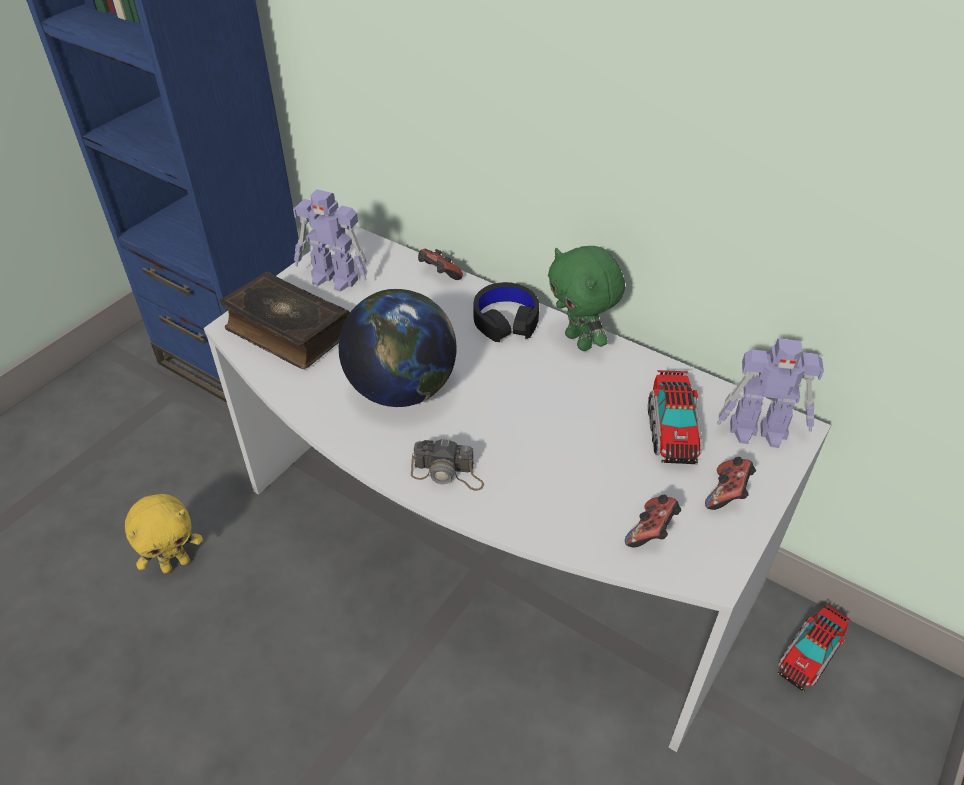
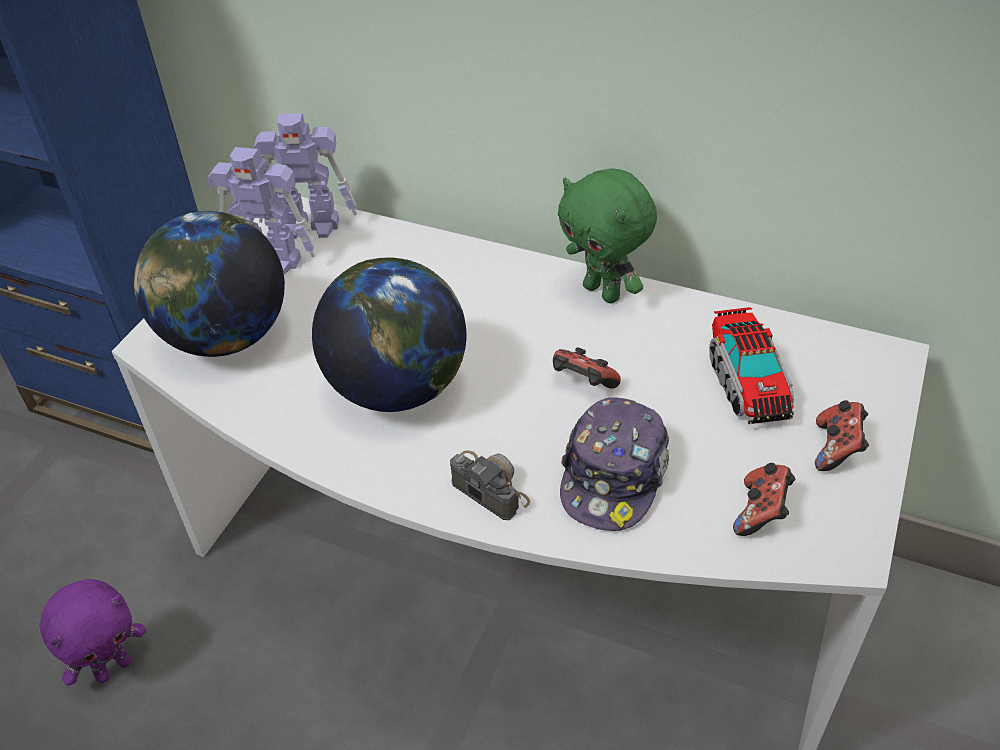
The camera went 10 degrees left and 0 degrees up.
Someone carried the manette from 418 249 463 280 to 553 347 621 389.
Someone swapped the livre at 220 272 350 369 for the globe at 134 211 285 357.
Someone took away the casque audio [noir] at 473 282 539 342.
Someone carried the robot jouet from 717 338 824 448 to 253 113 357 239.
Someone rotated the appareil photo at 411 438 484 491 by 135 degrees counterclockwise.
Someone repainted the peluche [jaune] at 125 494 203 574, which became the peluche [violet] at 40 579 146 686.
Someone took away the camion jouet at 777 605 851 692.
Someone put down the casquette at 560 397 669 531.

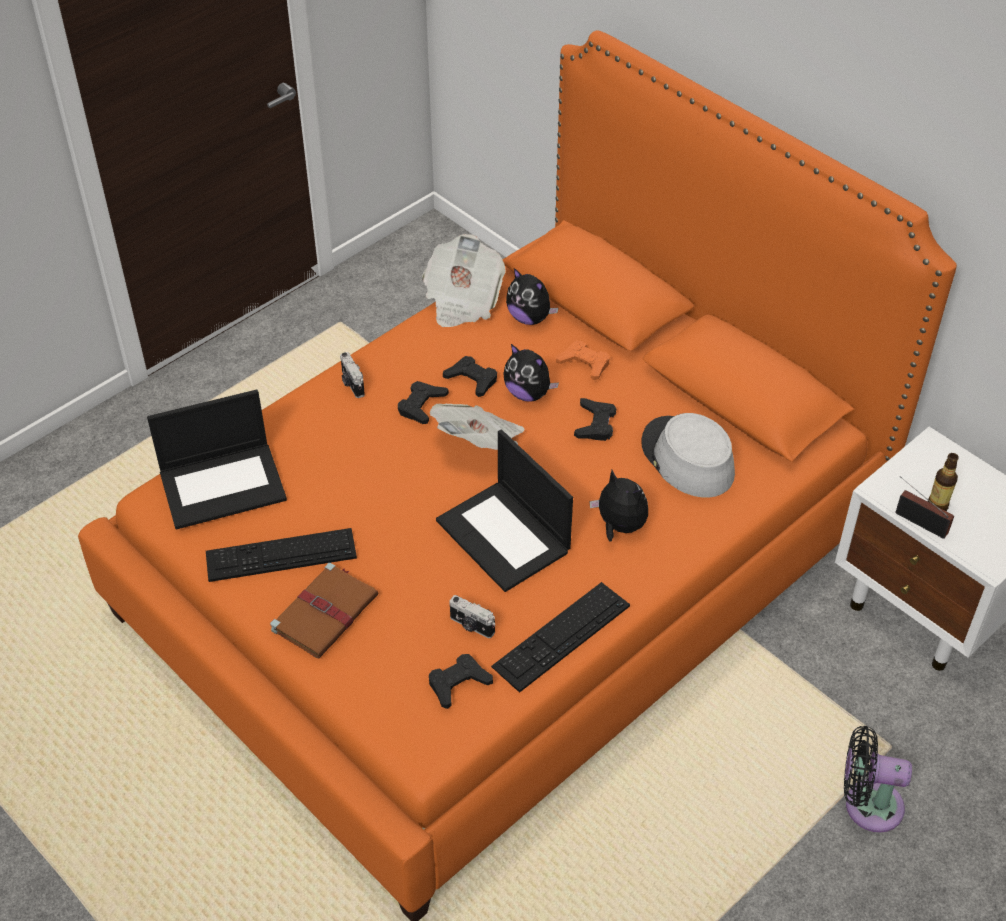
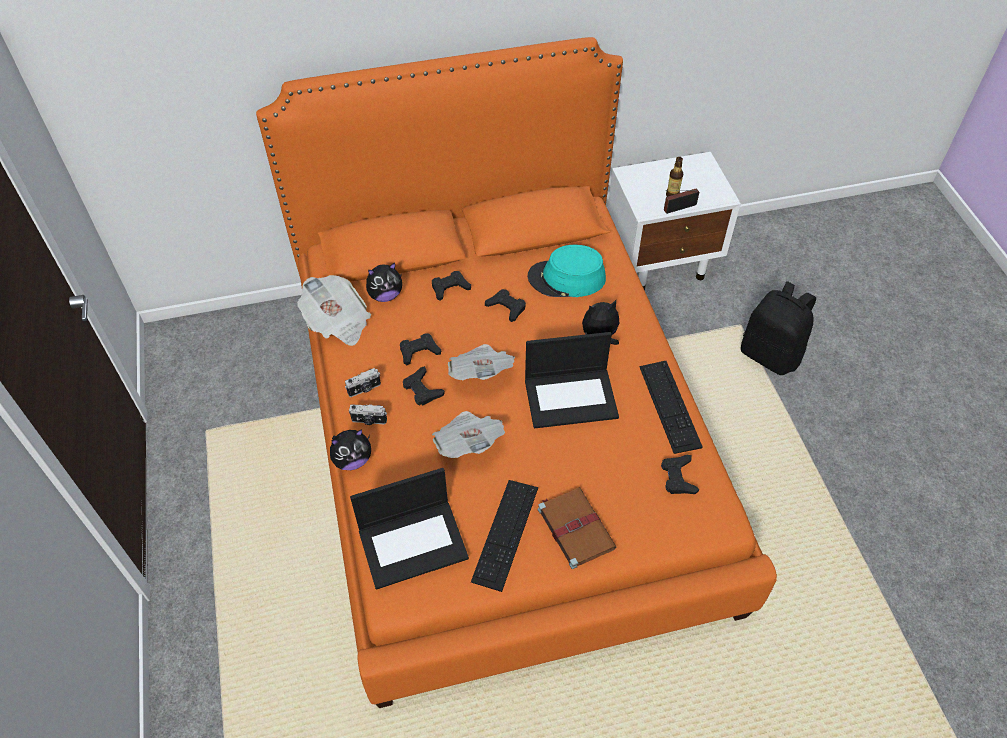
The camera went 60 degrees left and 5 degrees up.
Someone repainted the manette [orange] at 556 341 610 380, which became the manette [noir] at 432 271 471 300.
Someone carried the peluche from 503 344 559 402 to 330 429 371 470.
Someone rotated the ordinateur portable at 147 390 287 529 by 60 degrees clockwise.
Someone repainted the chapeau [gris] at 641 413 735 498, which became the chapeau [turquoise] at 528 244 606 297.
Someone carried the appareil photo from 449 595 495 638 to 345 368 381 397.
Someone swapped the ventilateur [noir] at 844 726 912 833 for the sac à dos [noir] at 741 281 816 375.
Someone put down the journal at 432 411 505 458.

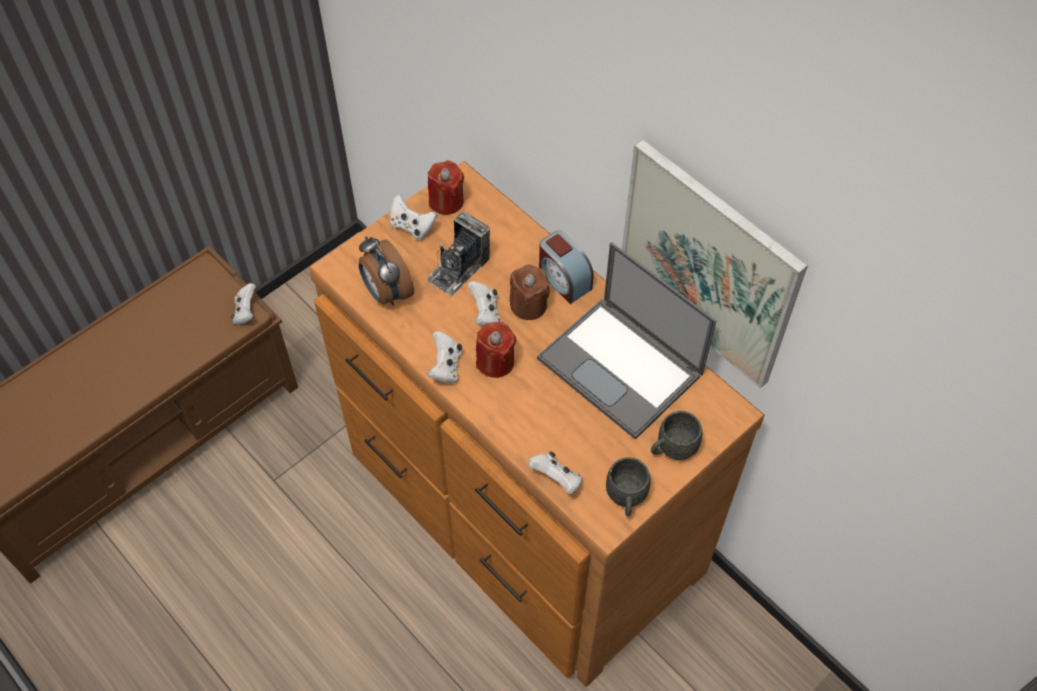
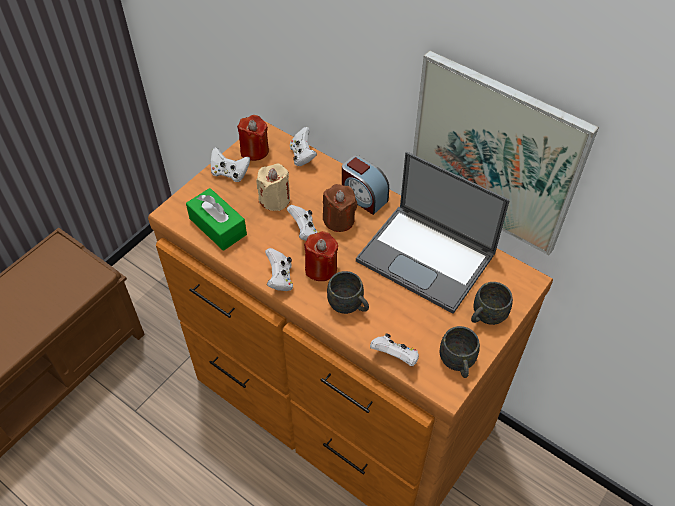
The camera went 10 degrees left and 5 degrees down.
Someone swapped the appareil photo at 426 212 490 296 for the bougie [beige] at 256 163 290 211.
Someone swapped the réveil at 359 236 414 306 for the boîte à mouchoirs [vert] at 186 188 247 251.
Someone carried the manette [blanc] from 231 283 256 325 to 290 127 317 166.
Someone put down the mug [gris] at 327 271 369 314.

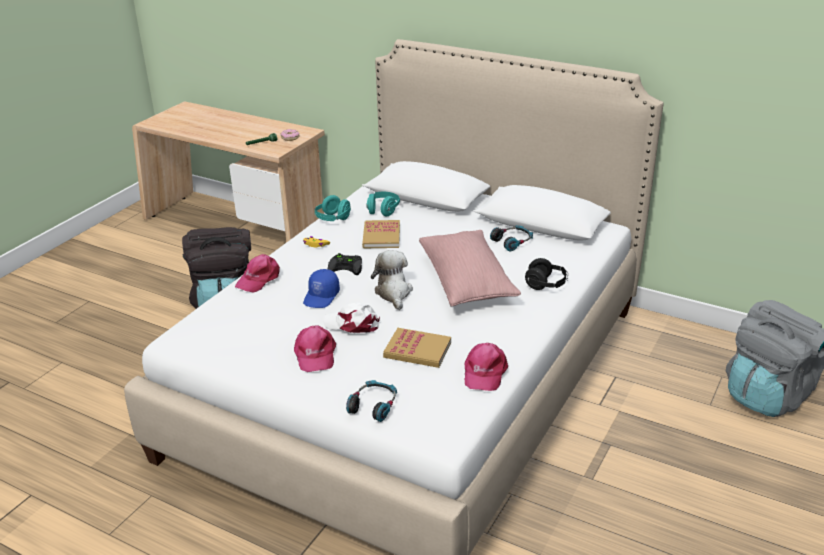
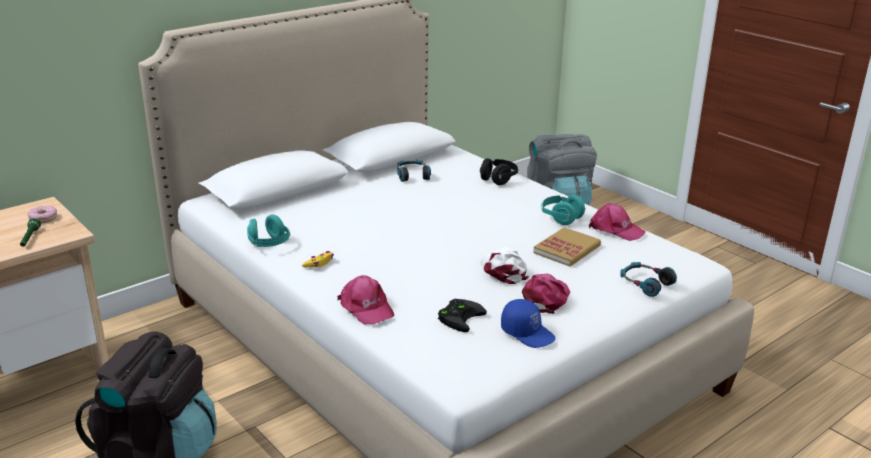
The camera went 70 degrees left and 5 degrees down.
Someone carried the casque audio [turquoise] from 367 192 400 216 to 541 195 586 225.
Someone took away the livre at 362 220 400 248.
Someone took away the coussin [rose] at 419 230 521 306.
Someone took away the peluche at 371 250 413 310.
Someone carried the manette [noir] from 328 253 362 275 to 438 299 487 332.
Someone carried the casquette [bleu] from 303 269 340 308 to 501 299 555 348.
Someone rotated the casquette [blanc] at 323 302 380 333 by 120 degrees clockwise.
Someone rotated the casquette [rose] at 294 326 336 372 by 75 degrees counterclockwise.

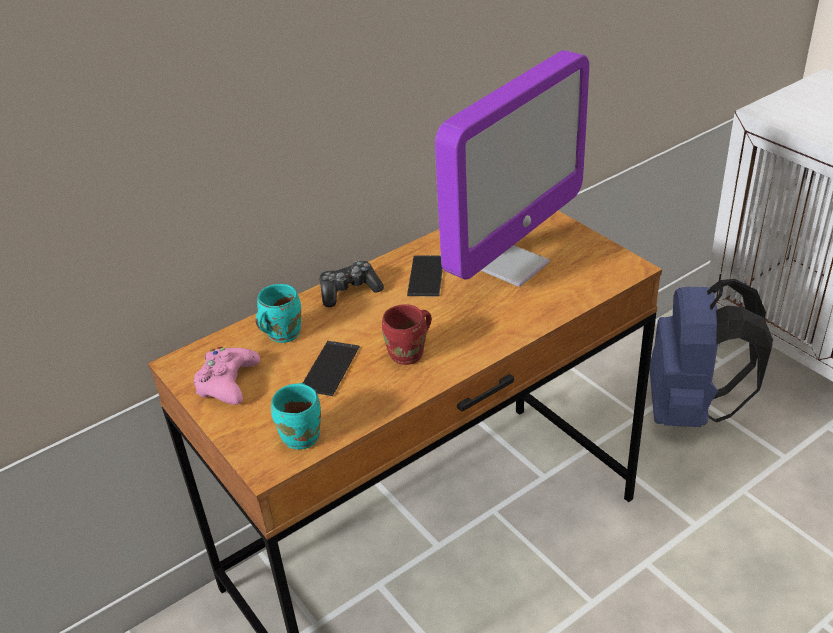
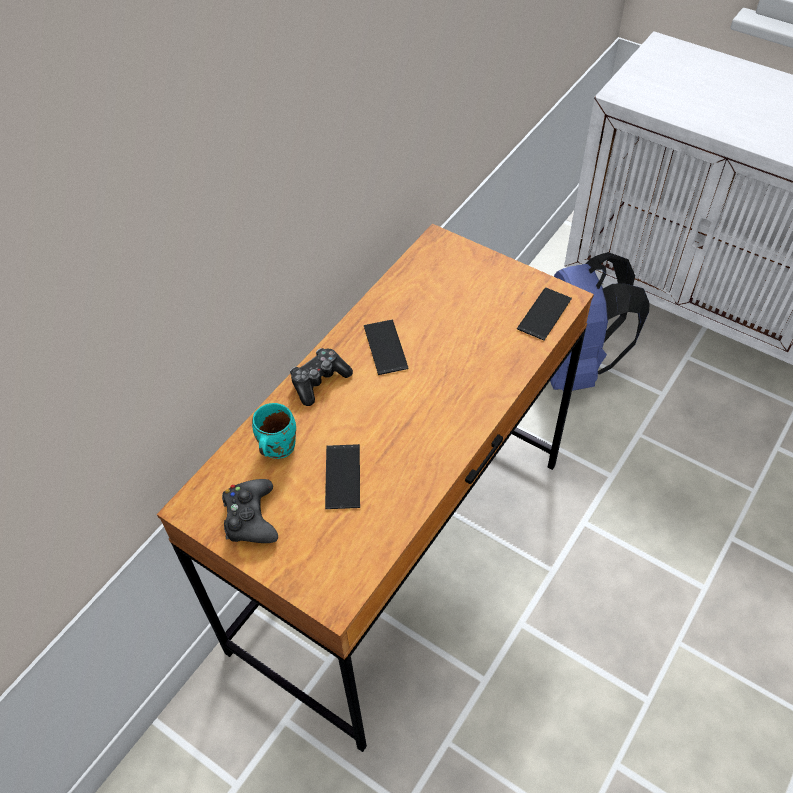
The camera went 20 degrees left and 15 degrees up.
Someone took away the écran d'ordinateur at 435 50 589 287.
Someone took away the mug [rouge] at 382 304 432 365.
Someone repainted the manette [rose] at 194 347 260 405, which became the manette [noir] at 222 479 278 543.
Someone took away the mug [turquoise] at 271 383 321 449.
Someone put down the téléphone at 517 287 572 341.

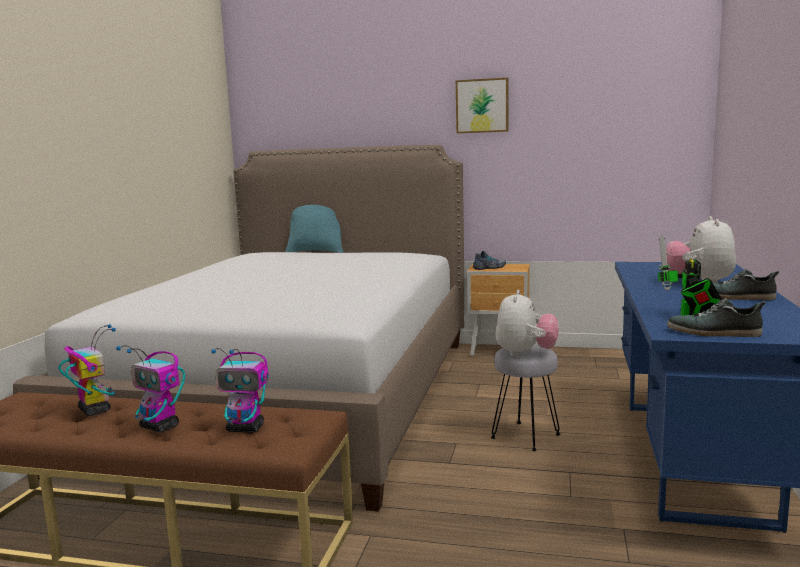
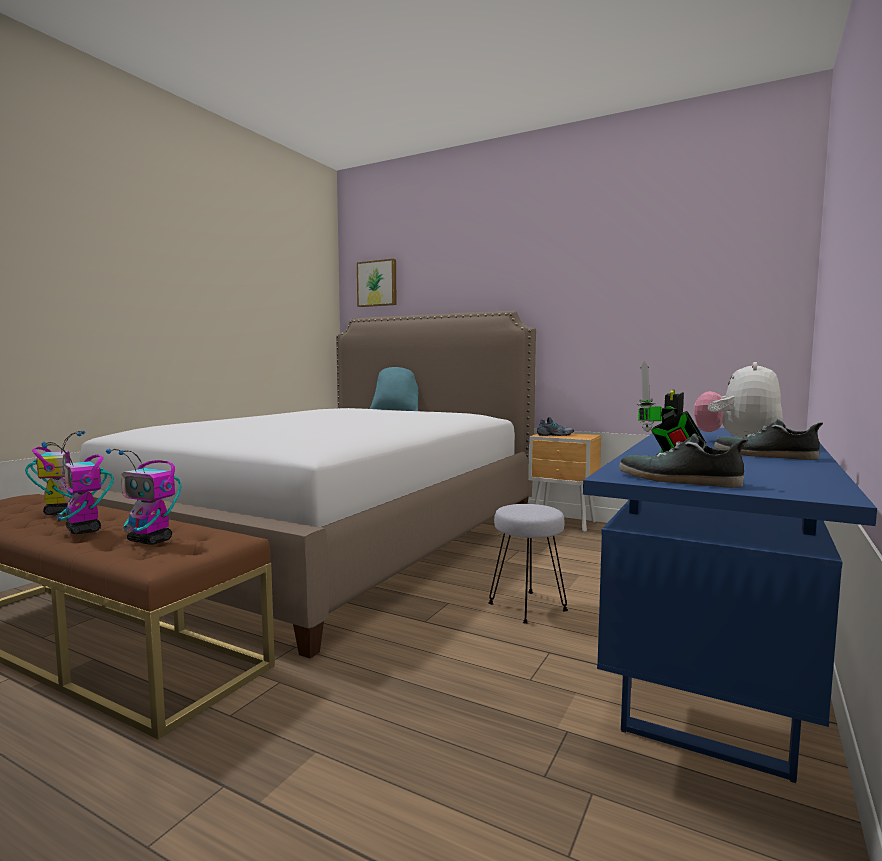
The camera went 15 degrees right and 5 degrees down.
Someone carried the tableau from 456 77 508 133 to 357 259 397 307.
Someone took away the peluche at 496 290 559 357.

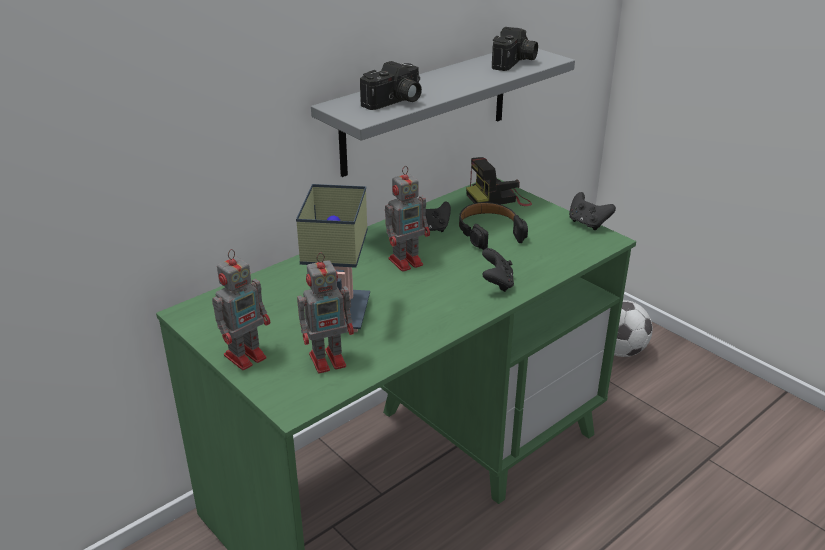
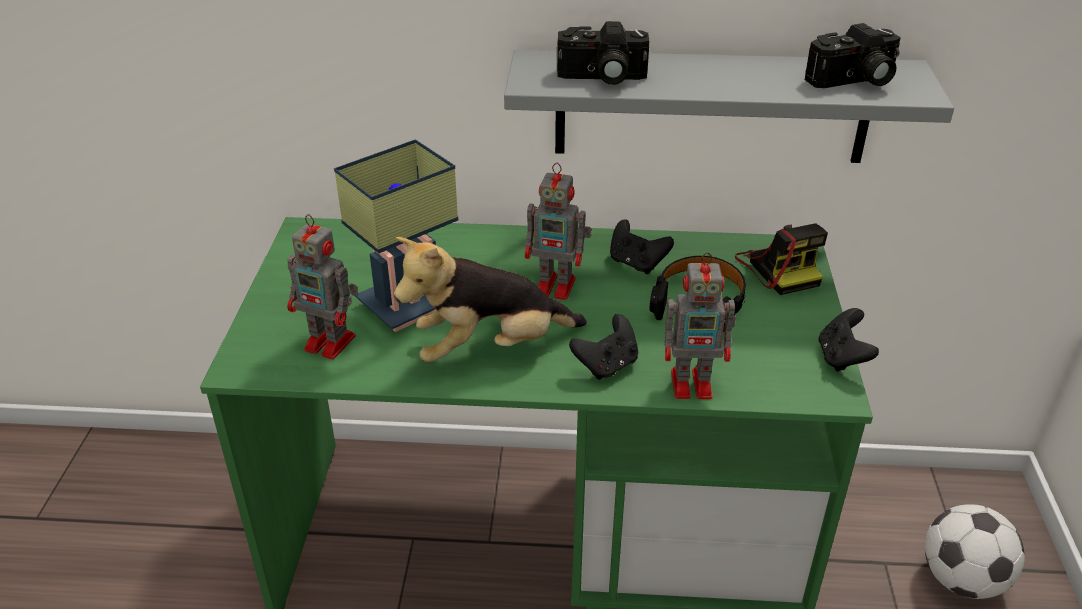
The camera went 45 degrees right and 5 degrees up.
Someone rotated the appareil photo at 466 157 532 206 by 135 degrees counterclockwise.
Someone carried the robot jouet from 212 249 270 370 to 664 252 736 399.
Someone put down the peluche at 394 237 587 363.

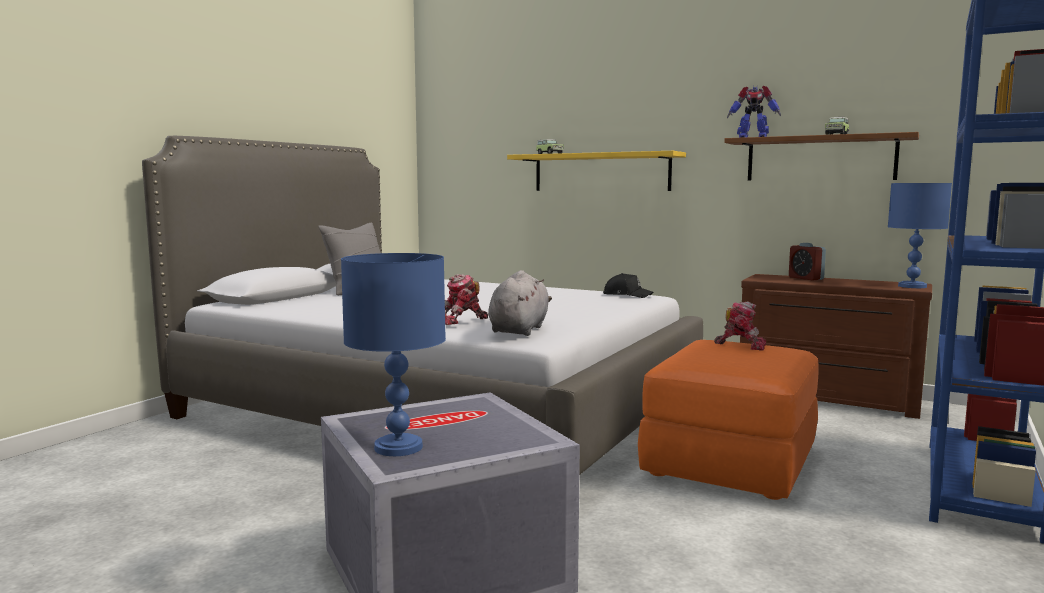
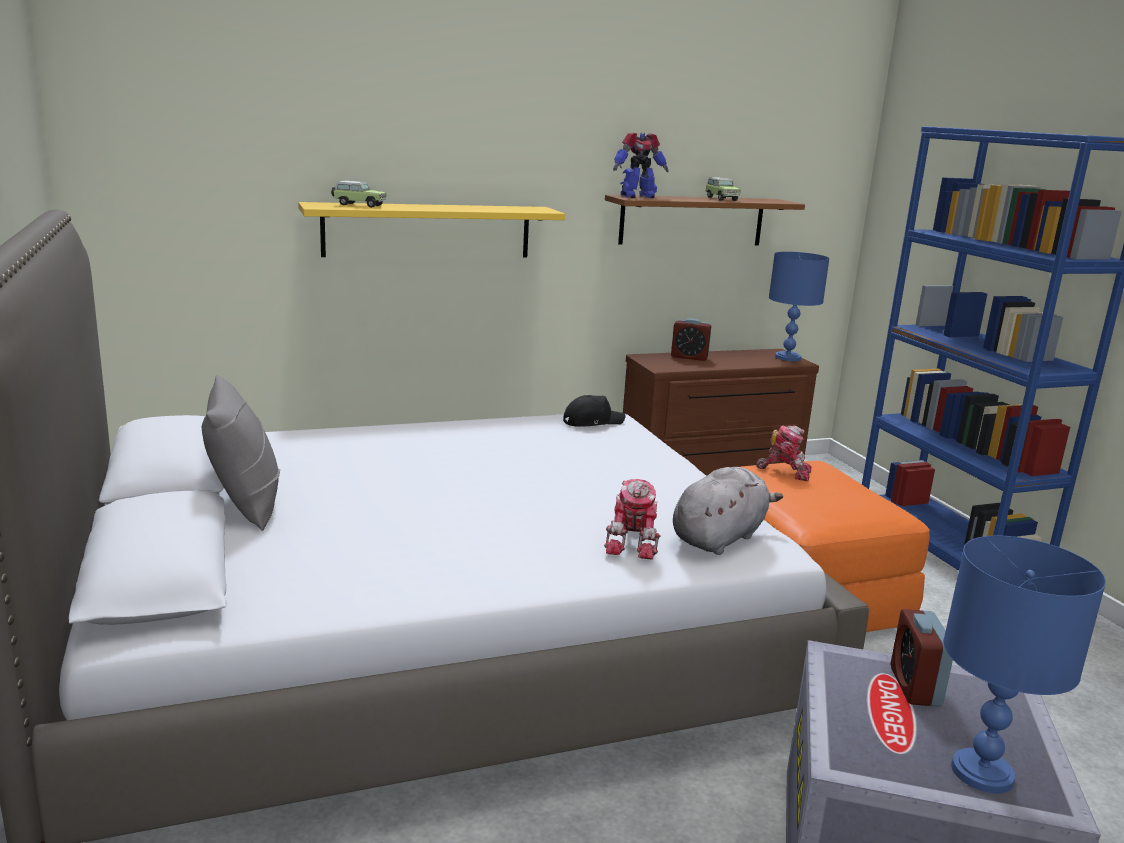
The camera went 50 degrees left and 10 degrees up.
Someone rotated the peluche [gris] at 488 270 552 336 by 75 degrees clockwise.
Someone rotated the robot jouet at 714 301 766 351 by 45 degrees clockwise.
Someone put down the réveil at 891 609 953 707.

